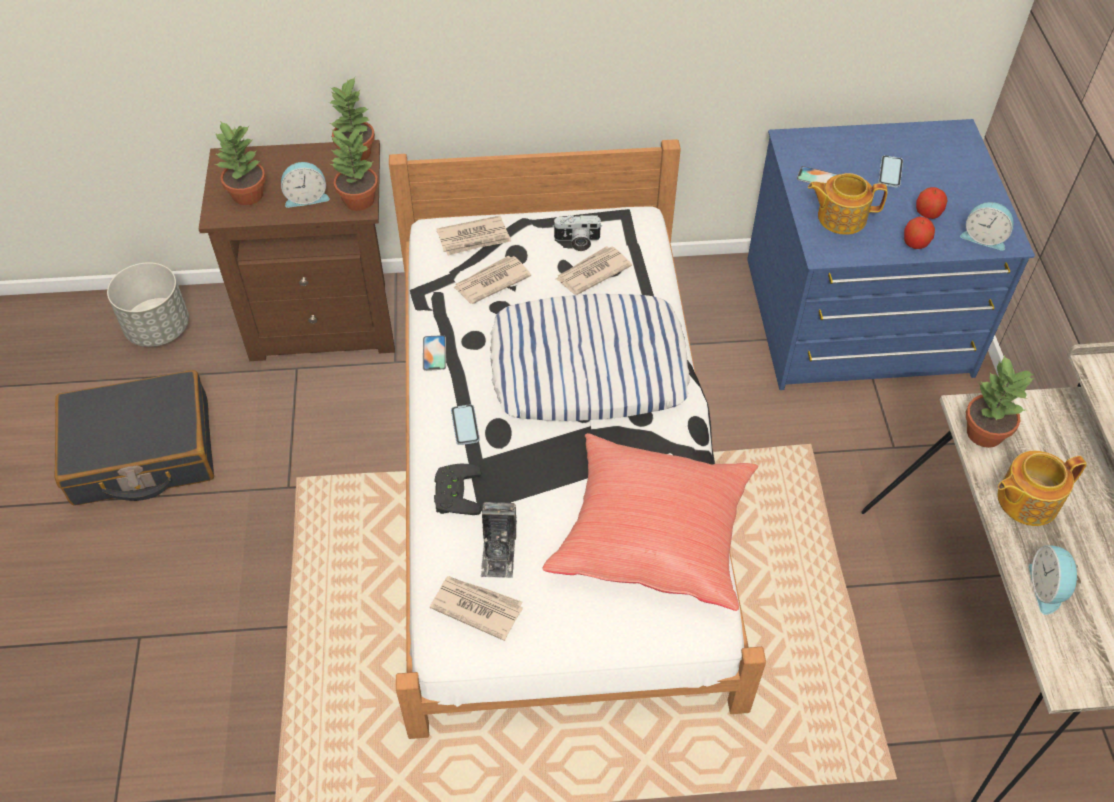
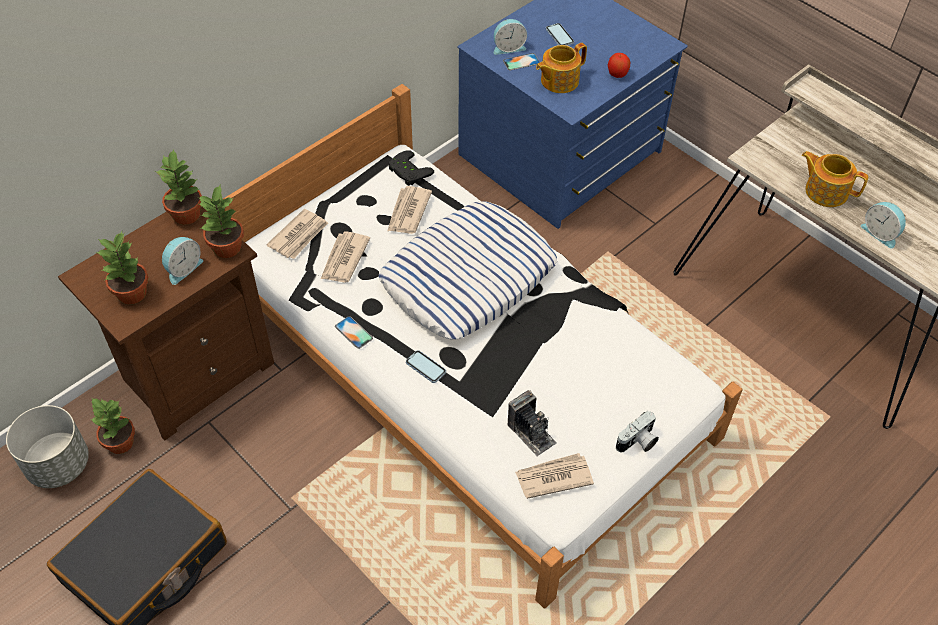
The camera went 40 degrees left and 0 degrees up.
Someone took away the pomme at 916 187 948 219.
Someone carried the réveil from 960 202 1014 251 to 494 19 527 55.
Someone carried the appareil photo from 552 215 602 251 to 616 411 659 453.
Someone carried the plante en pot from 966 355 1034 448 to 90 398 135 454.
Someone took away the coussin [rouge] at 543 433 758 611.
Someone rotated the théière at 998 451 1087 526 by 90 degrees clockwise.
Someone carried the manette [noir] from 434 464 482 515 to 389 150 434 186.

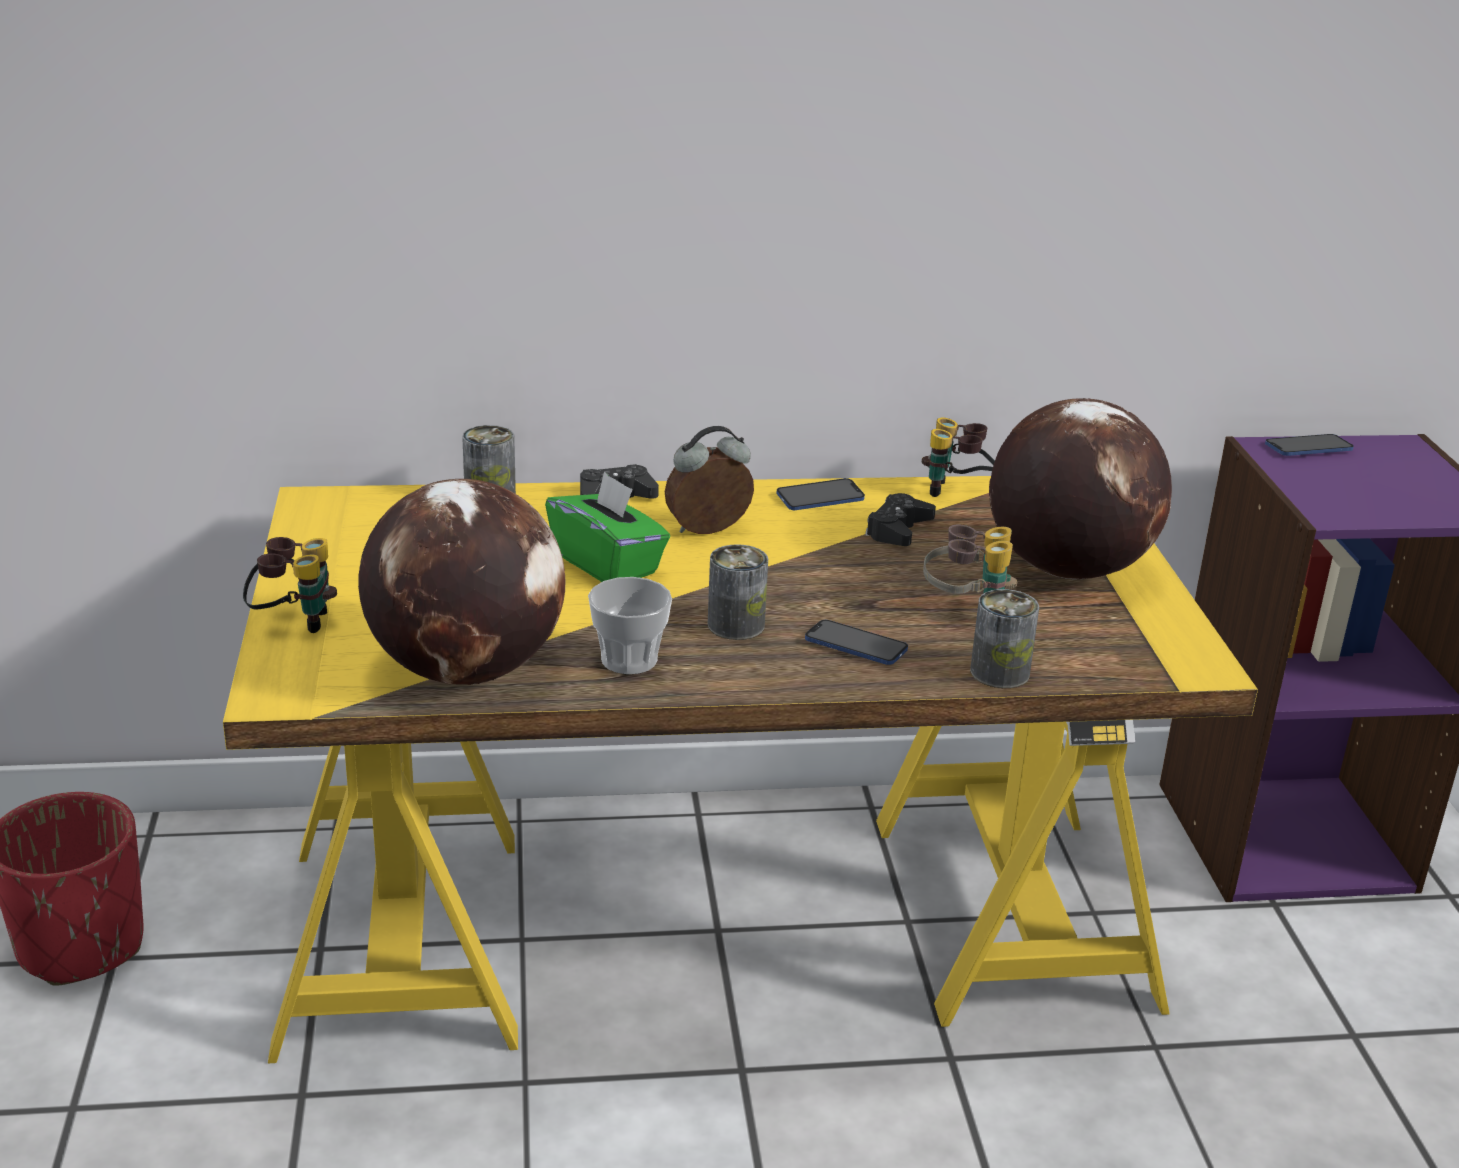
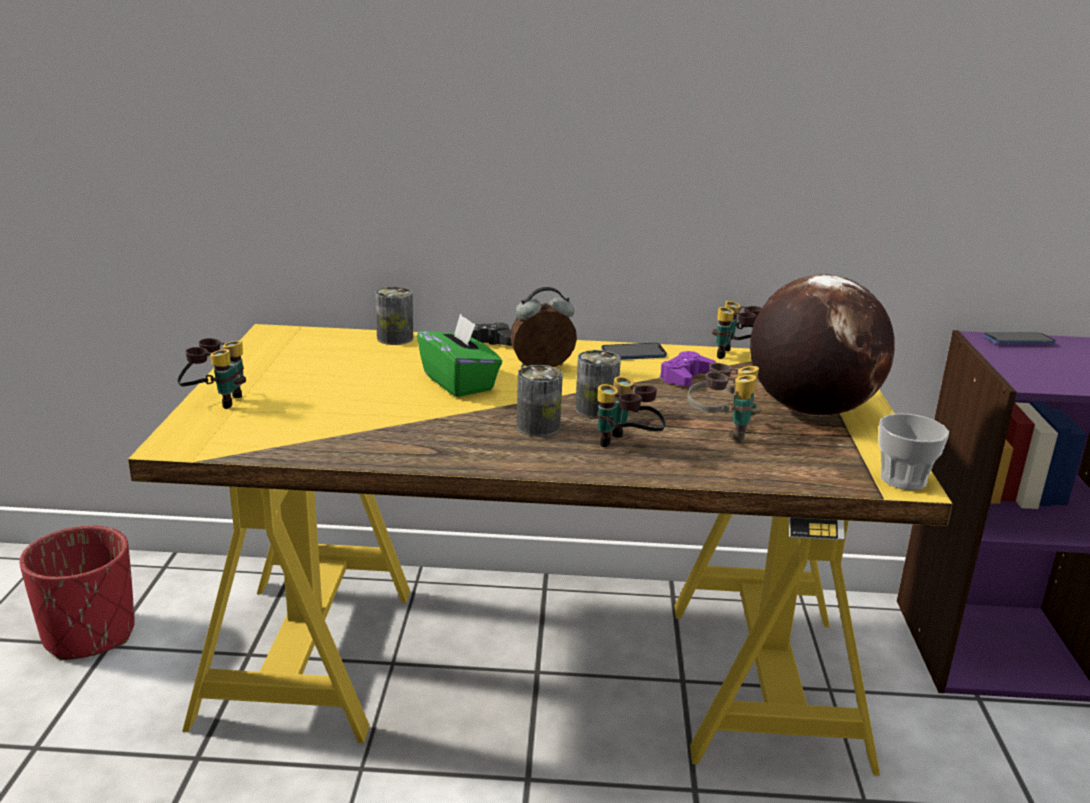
The camera went 10 degrees right and 5 degrees down.
Someone took away the globe at 358 479 565 685.
Someone repainted the manette [noir] at 865 493 936 546, which became the manette [violet] at 659 351 716 386.
Someone carried the tasse from 588 577 672 674 to 878 413 949 490.
Someone carried the boîte métallique from 970 589 1039 688 to 575 350 621 419.
Someone swapped the téléphone at 805 620 908 665 for the jumelles at 597 376 666 447.

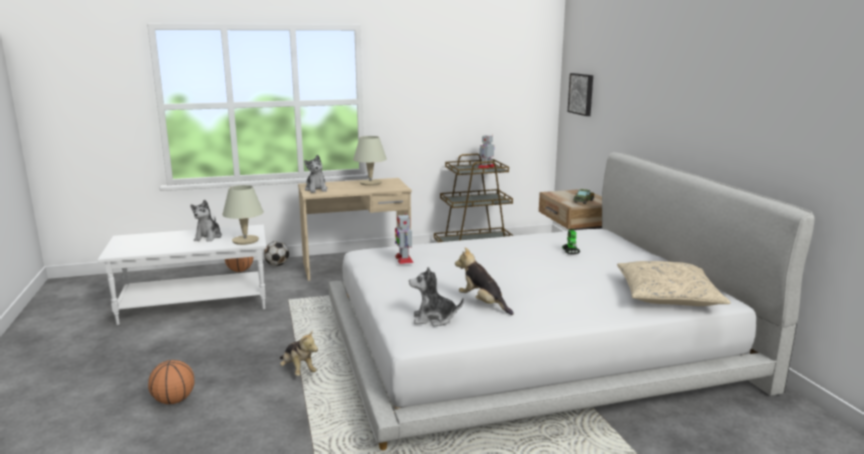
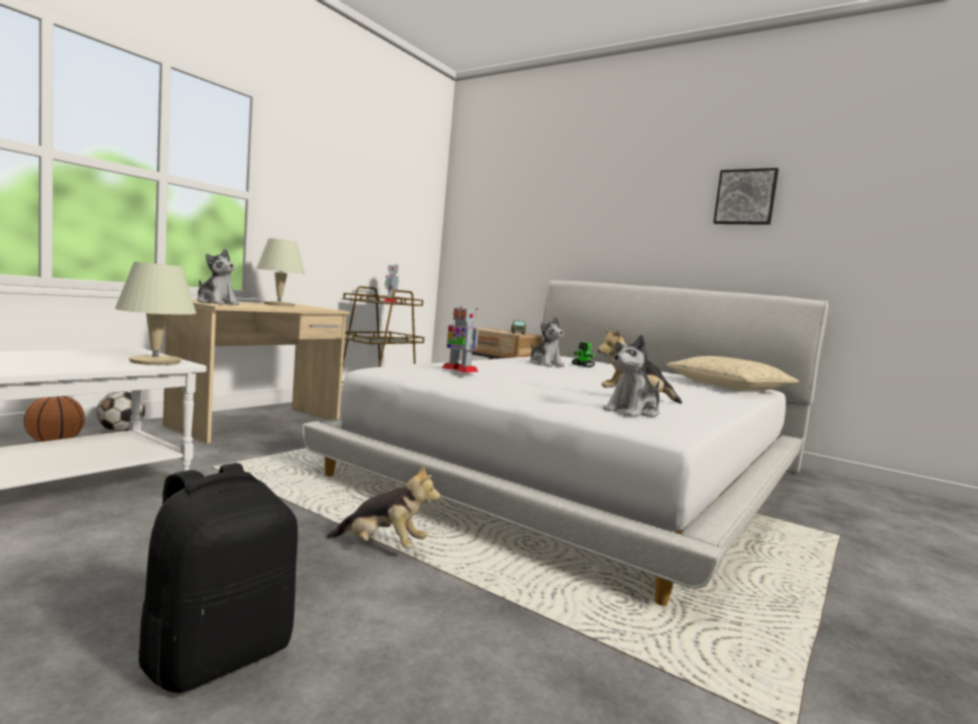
The camera went 40 degrees left and 10 degrees down.
Someone carried the tableau from 568 73 593 116 to 713 168 779 225.
Someone carried the peluche from 190 200 222 242 to 530 317 565 367.
Someone swapped the ballon de basket at 148 360 194 404 for the sac à dos [noir] at 138 463 298 693.

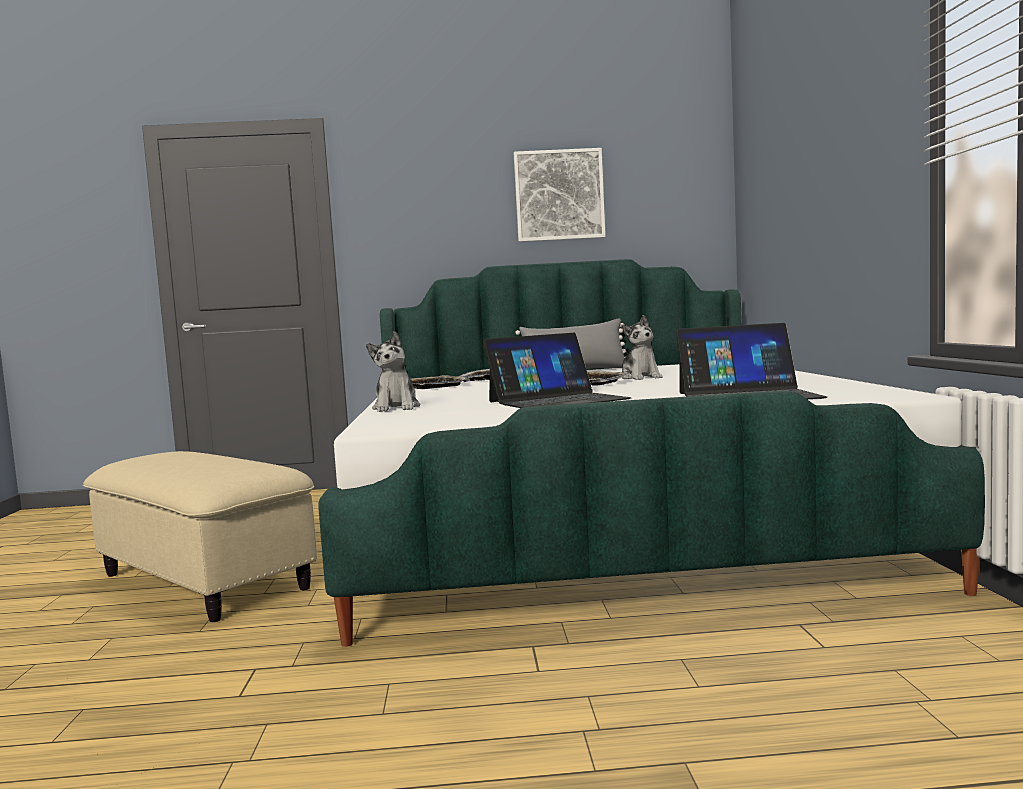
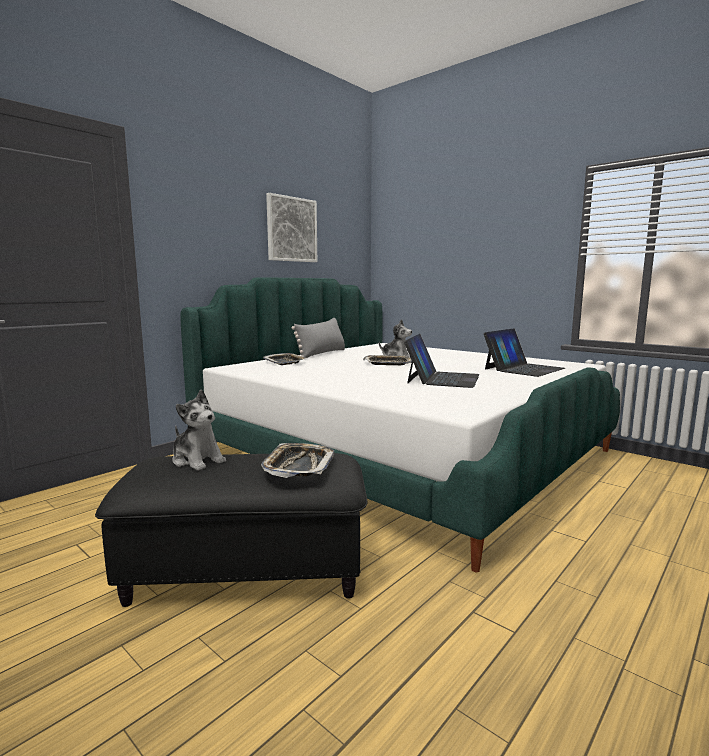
The camera went 45 degrees left and 5 degrees up.
Someone carried the peluche from 366 332 421 412 to 172 390 226 471.
Someone carried the plateau from 410 375 470 389 to 261 443 335 478.
Someone repainted the pouf [beige] at 83 451 317 622, which became the pouf [noir] at 95 453 368 607.

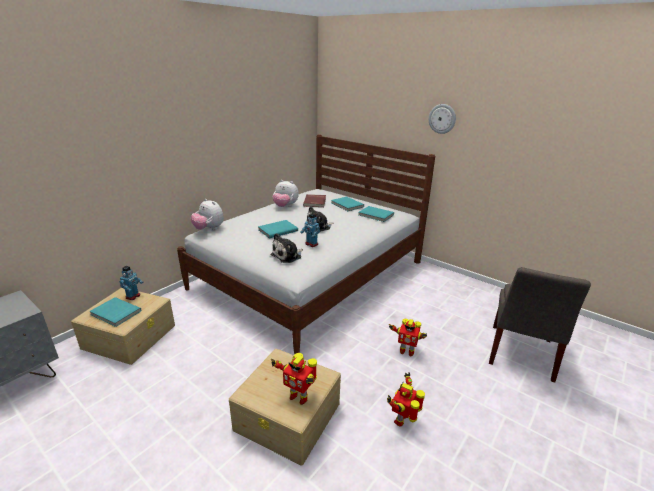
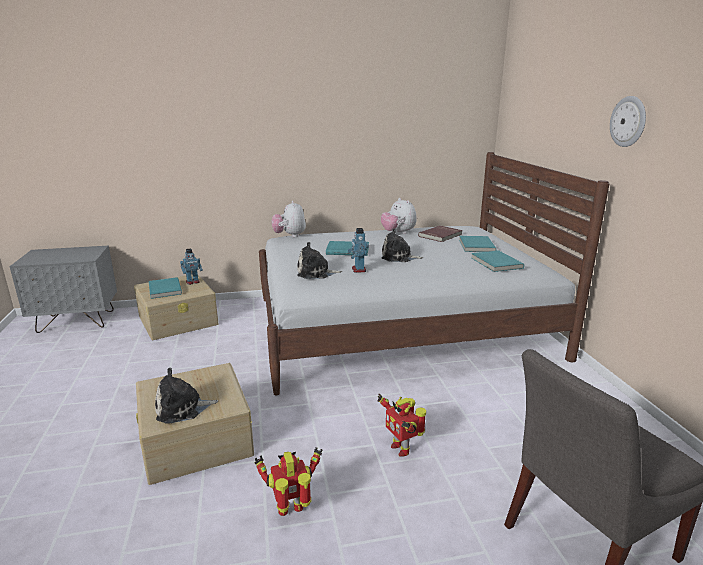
The camera went 40 degrees right and 5 degrees down.
Someone swapped the robot jouet at 271 353 317 405 for the peluche at 155 367 218 424.

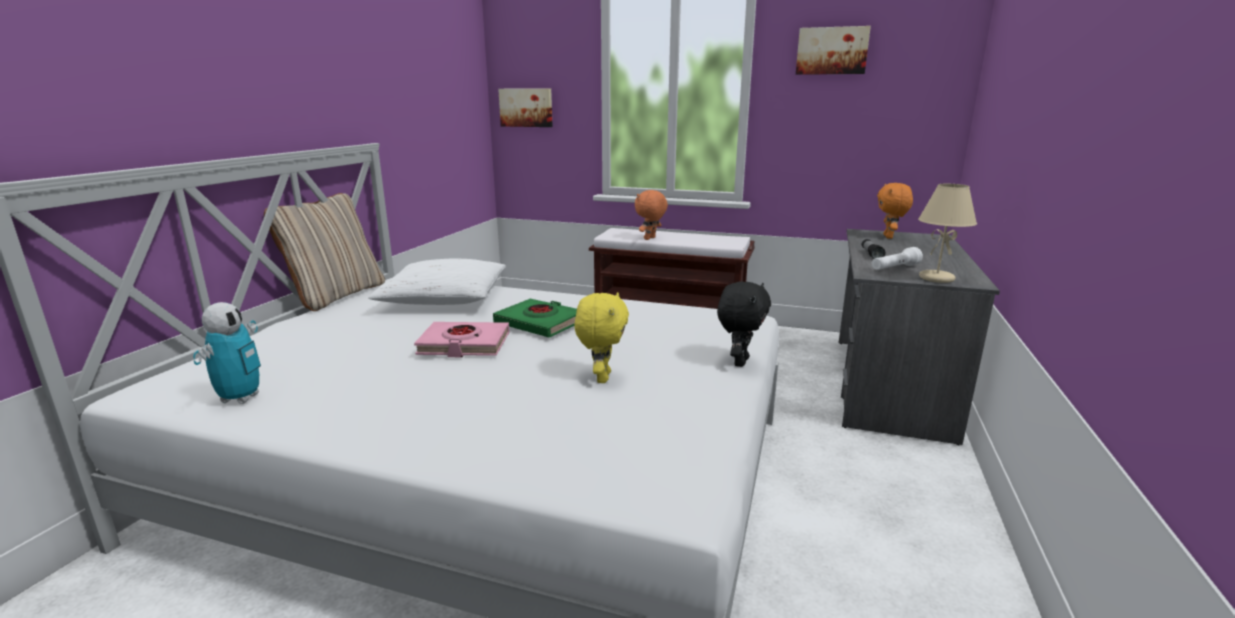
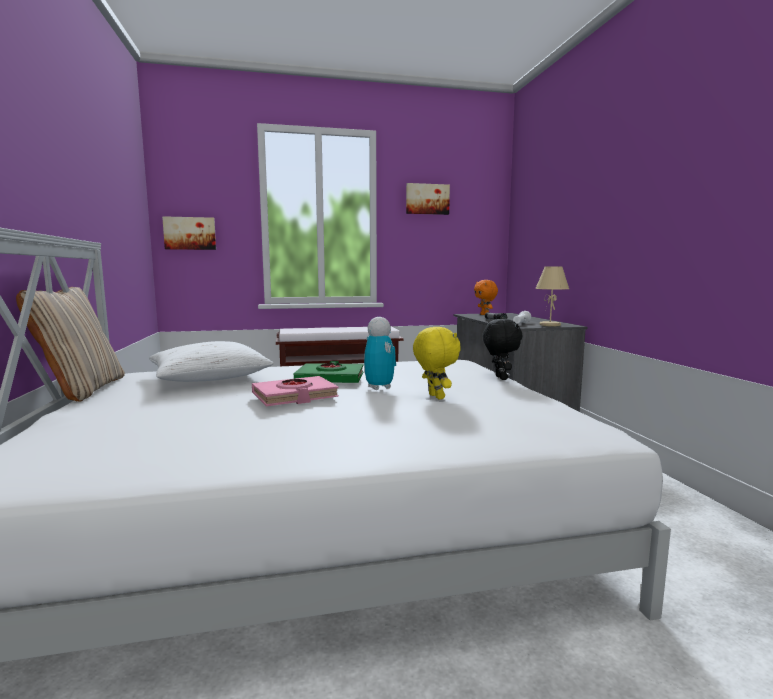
The camera went 30 degrees left and 10 degrees down.
Someone took away the peluche [orange] at 635 190 668 240.
Someone carried the robot jouet from 193 302 261 404 to 364 317 396 390.

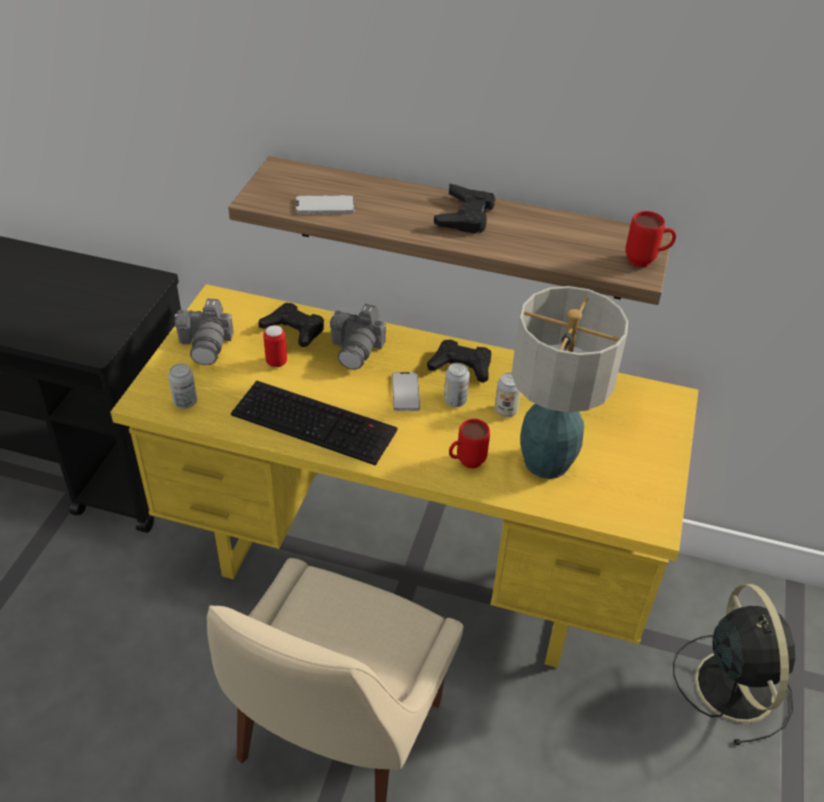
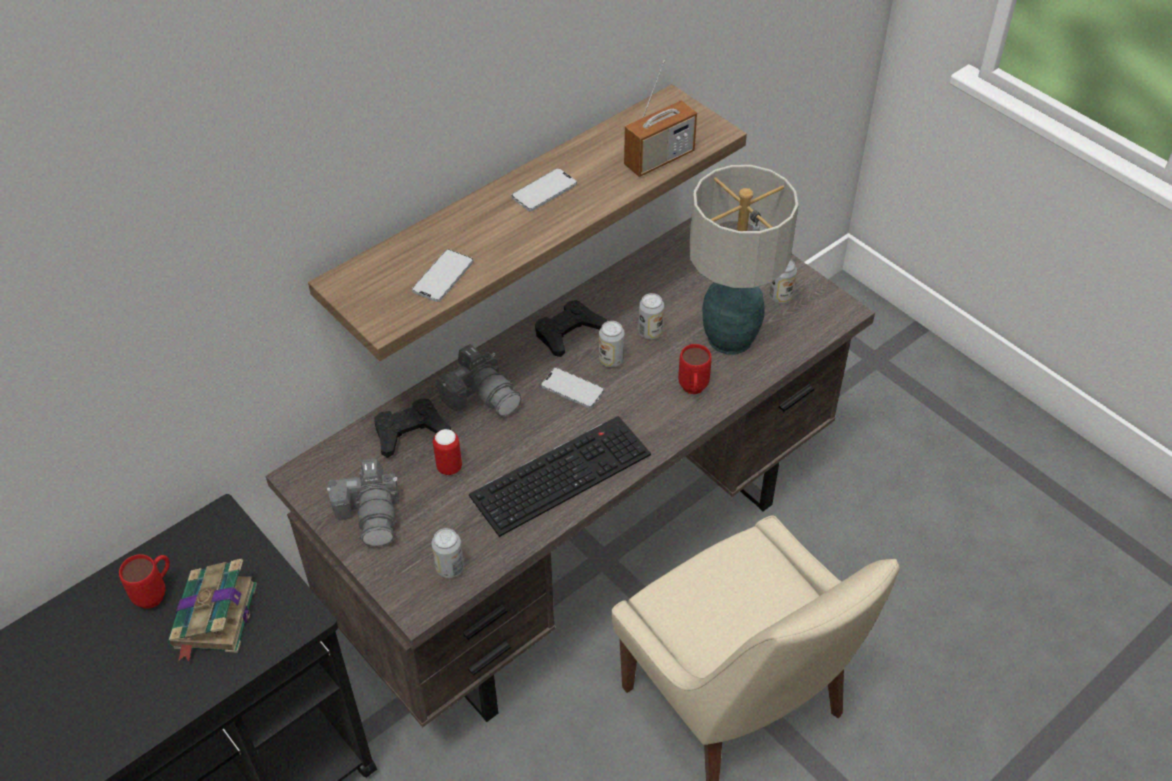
The camera went 55 degrees left and 5 degrees up.
Someone swapped the manette [noir] at 434 184 495 234 for the téléphone at 512 168 577 211.
Someone carried the mug [rouge] from 625 211 676 267 to 119 554 170 609.
Someone repainted the bureau [jaune] at 111 284 699 668, which became the bureau [marron] at 266 218 875 727.
Someone rotated the appareil photo at 175 299 234 365 by 45 degrees clockwise.
Someone took away the ventilateur [noir] at 673 584 795 745.
Someone put down the radio at 624 60 697 177.
Someone put down the boîte métallique at 769 259 797 303.
Someone put down the livre at 168 558 257 662.

